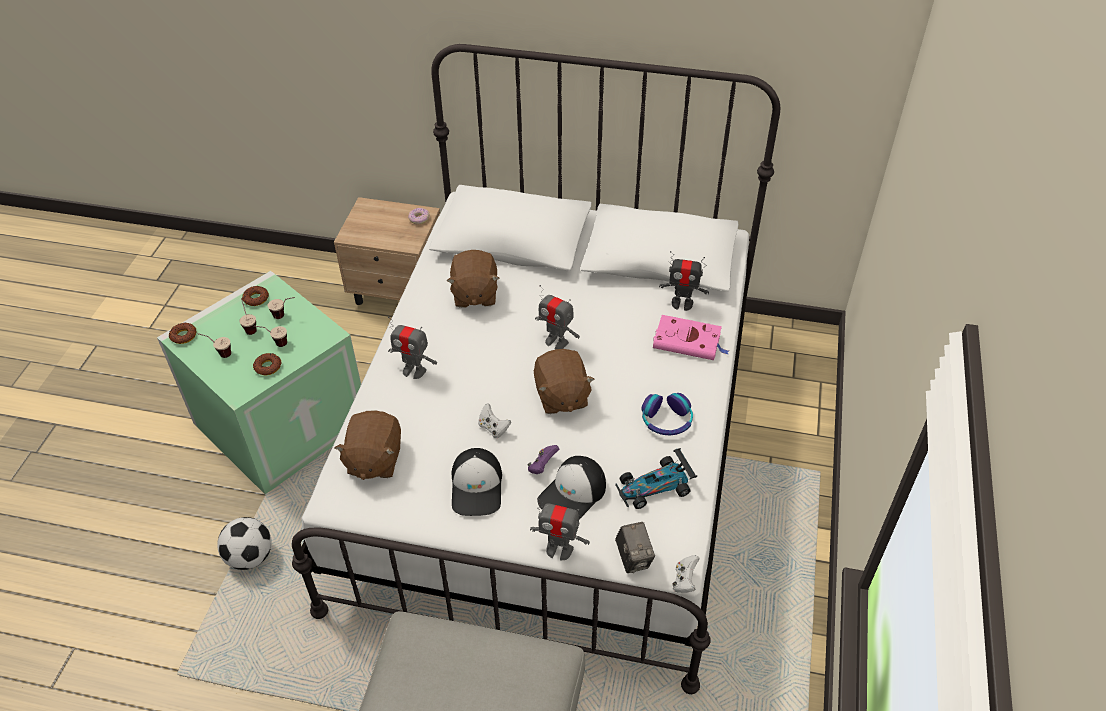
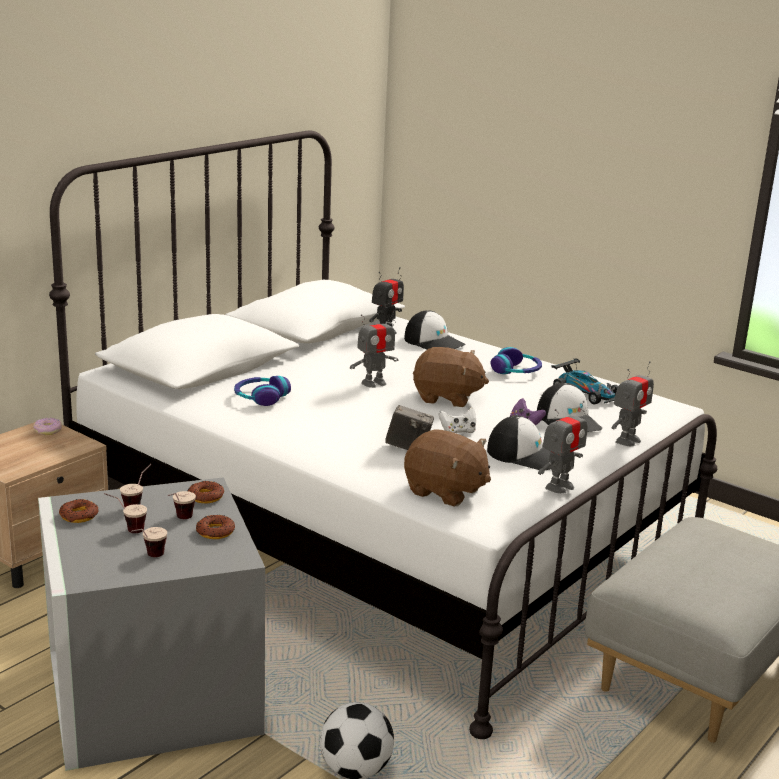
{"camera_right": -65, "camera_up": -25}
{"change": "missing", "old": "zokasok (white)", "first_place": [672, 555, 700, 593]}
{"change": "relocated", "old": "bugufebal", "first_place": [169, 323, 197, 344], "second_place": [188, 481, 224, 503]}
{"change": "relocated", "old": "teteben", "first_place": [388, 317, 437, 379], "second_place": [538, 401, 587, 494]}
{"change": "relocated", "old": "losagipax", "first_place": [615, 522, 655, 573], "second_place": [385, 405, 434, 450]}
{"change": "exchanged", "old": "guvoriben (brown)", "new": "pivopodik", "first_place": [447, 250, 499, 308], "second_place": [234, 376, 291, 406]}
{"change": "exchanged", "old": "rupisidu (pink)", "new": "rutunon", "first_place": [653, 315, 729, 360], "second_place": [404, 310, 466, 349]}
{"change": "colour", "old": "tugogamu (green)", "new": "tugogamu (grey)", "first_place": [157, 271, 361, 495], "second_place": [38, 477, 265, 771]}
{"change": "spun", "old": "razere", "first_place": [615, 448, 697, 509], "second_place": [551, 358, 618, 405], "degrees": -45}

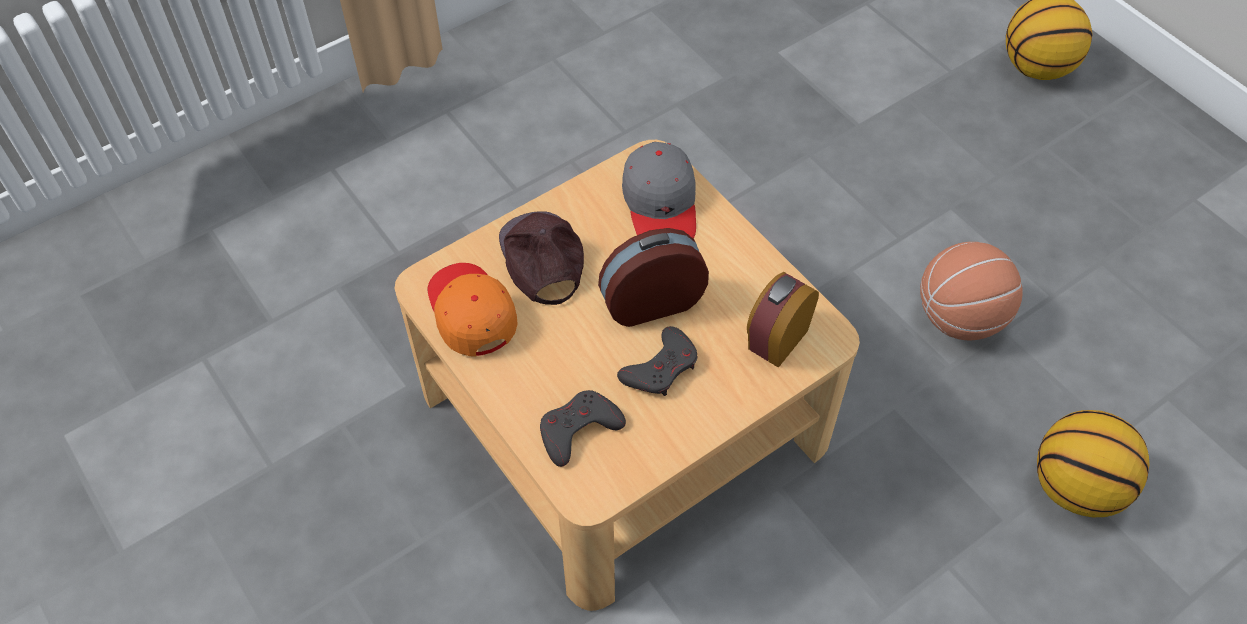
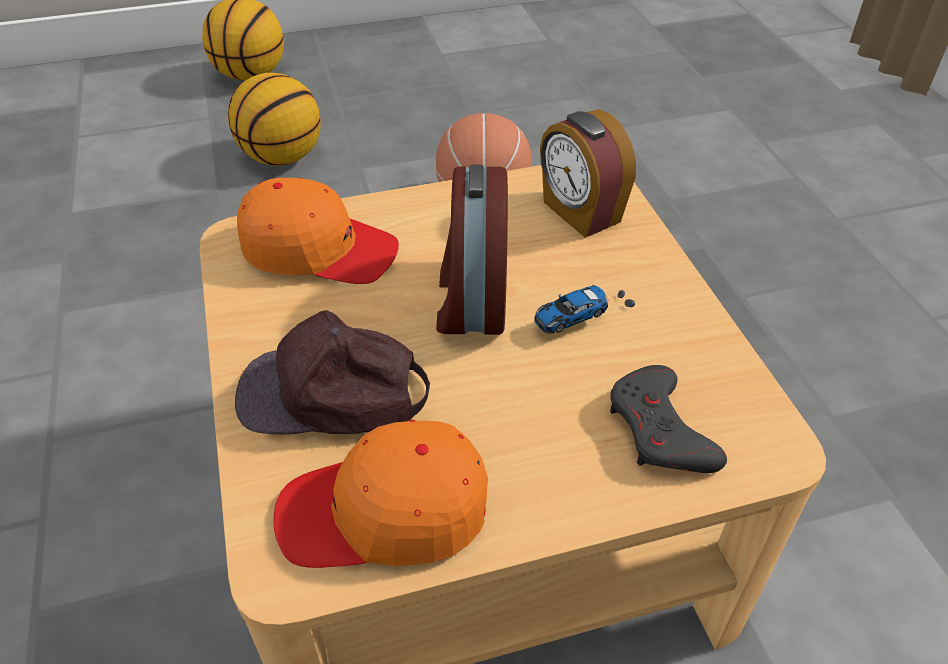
{"camera_right": -70, "camera_up": -10}
{"change": "relocated", "old": "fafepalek", "first_place": [1037, 410, 1149, 517], "second_place": [228, 73, 321, 166]}
{"change": "exchanged", "old": "zokasok (grey)", "new": "razere", "first_place": [617, 326, 698, 396], "second_place": [534, 285, 635, 334]}
{"change": "colour", "old": "rutunon (grey)", "new": "rutunon (orange)", "first_place": [622, 142, 696, 238], "second_place": [237, 178, 399, 284]}

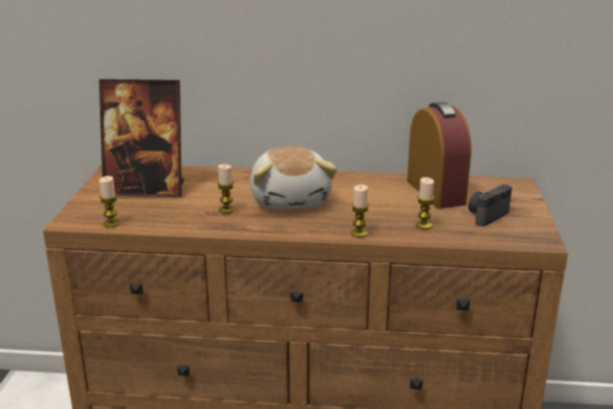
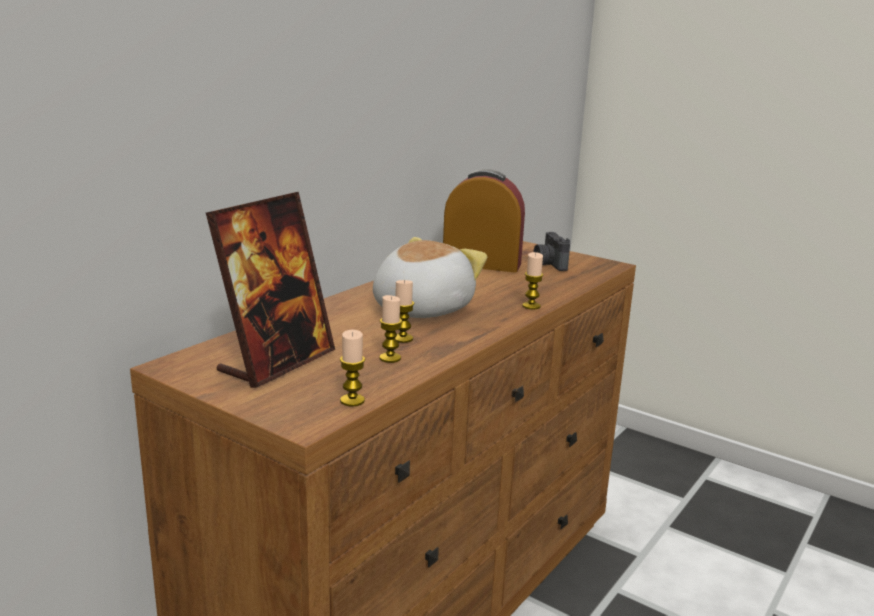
{"camera_right": -60, "camera_up": -5}
{"change": "relocated", "old": "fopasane", "first_place": [416, 177, 435, 229], "second_place": [380, 295, 402, 363]}
{"change": "spun", "old": "guvoriben", "first_place": [250, 146, 337, 210], "second_place": [373, 237, 487, 318], "degrees": -75}

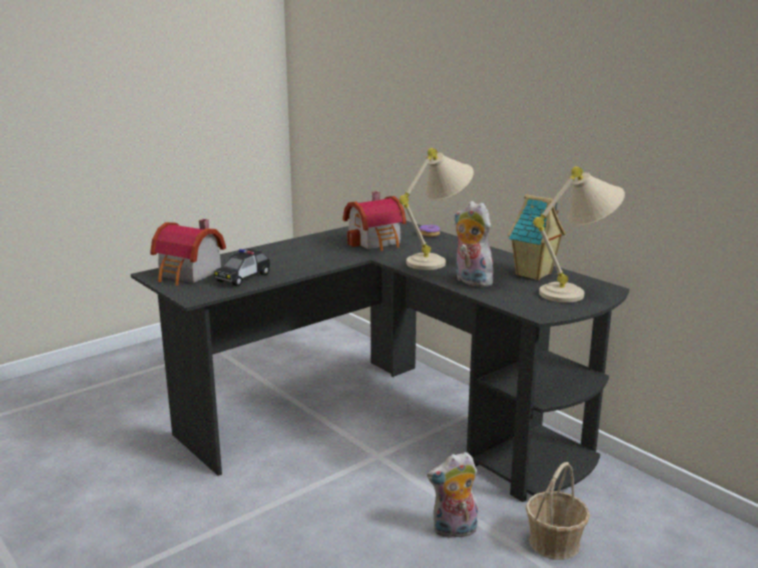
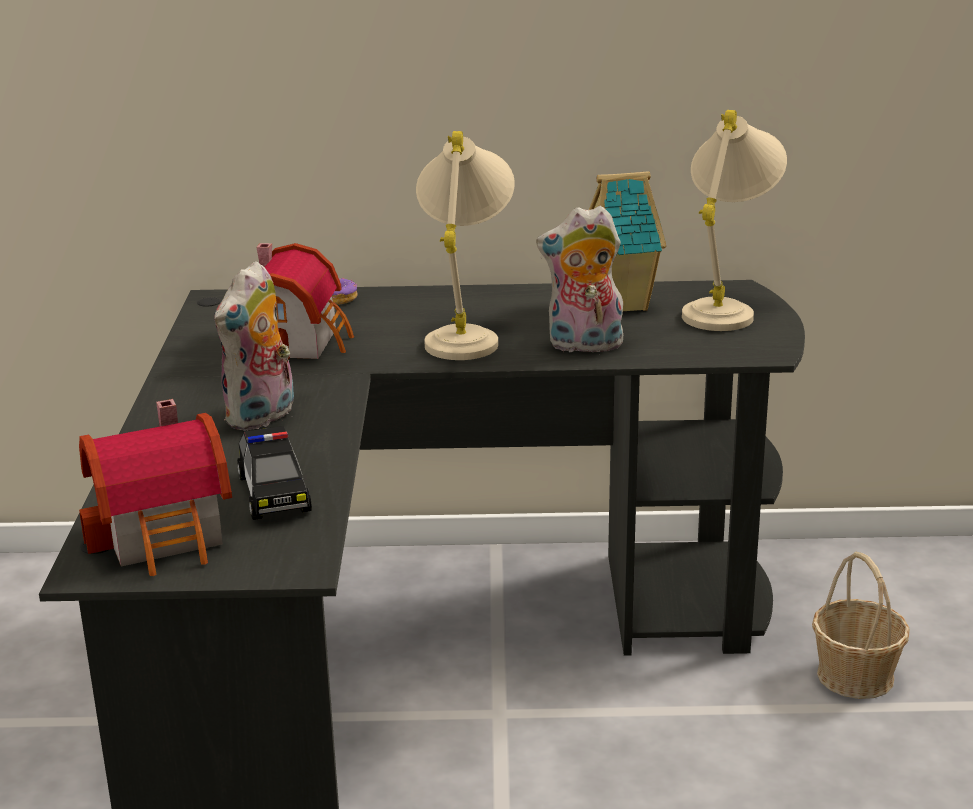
{"camera_right": -50, "camera_up": 5}
{"change": "relocated", "old": "guvoriben", "first_place": [427, 452, 478, 540], "second_place": [214, 261, 294, 431]}

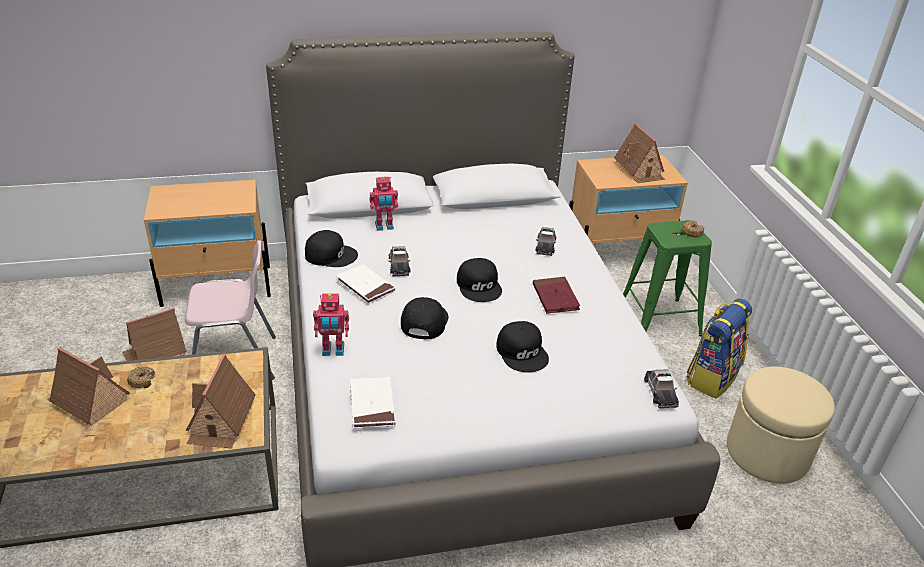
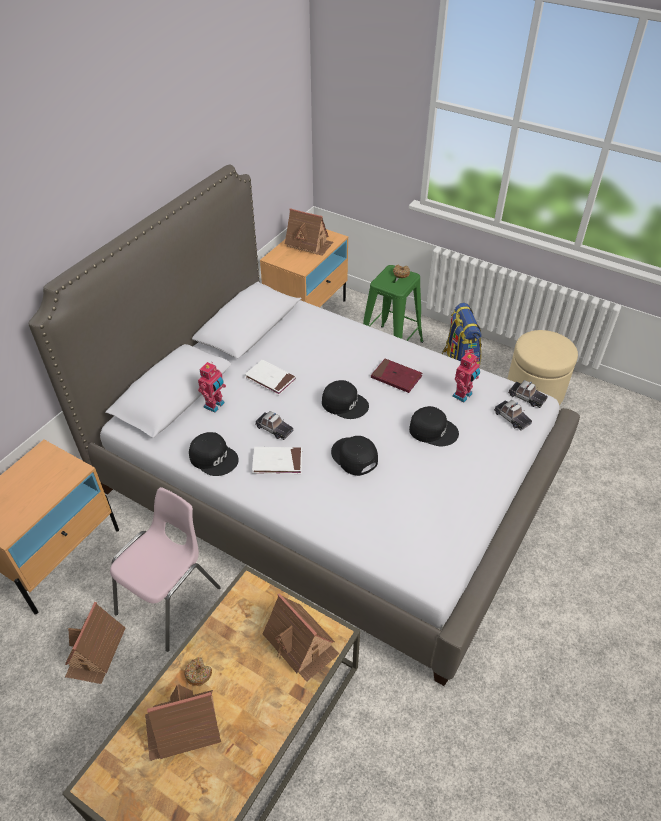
{"camera_right": -45, "camera_up": 10}
{"change": "relocated", "old": "teteben", "first_place": [313, 293, 349, 356], "second_place": [452, 352, 480, 402]}
{"change": "relocated", "old": "rupisidu (white)", "first_place": [350, 377, 396, 429], "second_place": [245, 360, 296, 395]}
{"change": "relocated", "old": "razere", "first_place": [535, 227, 556, 256], "second_place": [494, 400, 532, 430]}
{"change": "spun", "old": "rutunon (black)", "first_place": [305, 230, 358, 267], "second_place": [189, 432, 239, 476], "degrees": 75}

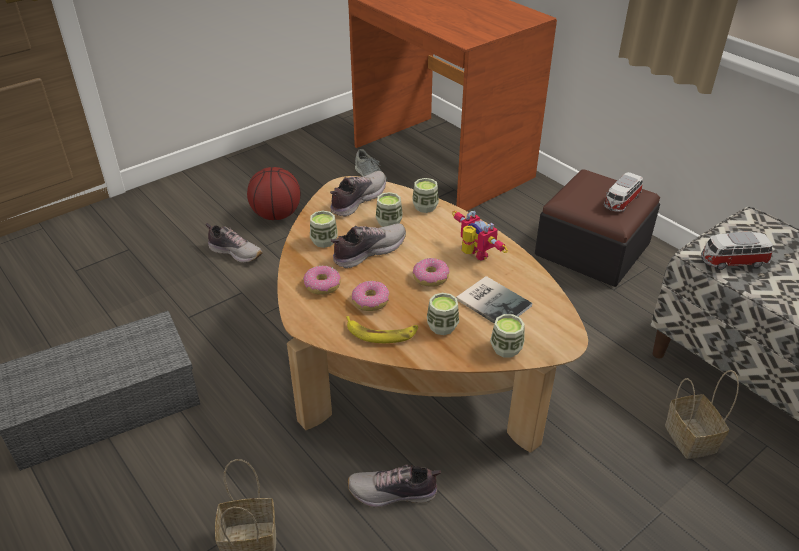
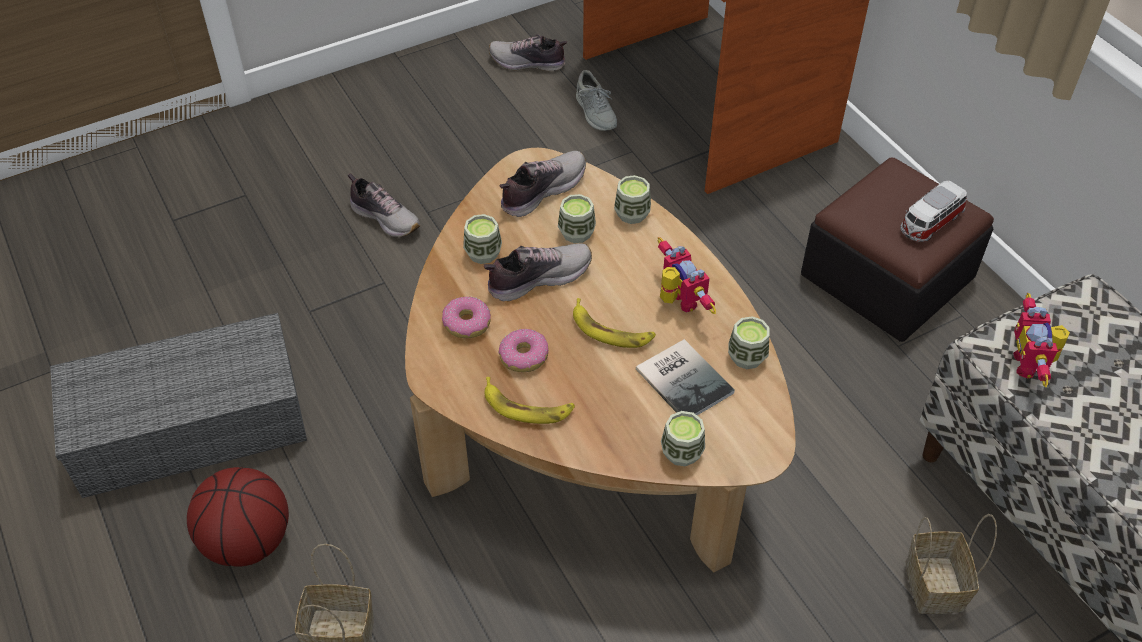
{"camera_right": 10, "camera_up": 10}
{"change": "relocated", "old": "fafepalek", "first_place": [247, 167, 300, 220], "second_place": [187, 467, 289, 567]}
{"change": "relocated", "old": "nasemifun", "first_place": [348, 464, 441, 507], "second_place": [489, 34, 567, 71]}
{"change": "relocated", "old": "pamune", "first_place": [427, 293, 459, 335], "second_place": [728, 316, 770, 369]}
{"change": "exchanged", "old": "bugufebal", "new": "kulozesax", "first_place": [413, 258, 449, 287], "second_place": [573, 298, 656, 348]}
{"change": "exchanged", "old": "razere", "new": "teteben", "first_place": [701, 232, 773, 270], "second_place": [1013, 293, 1070, 387]}

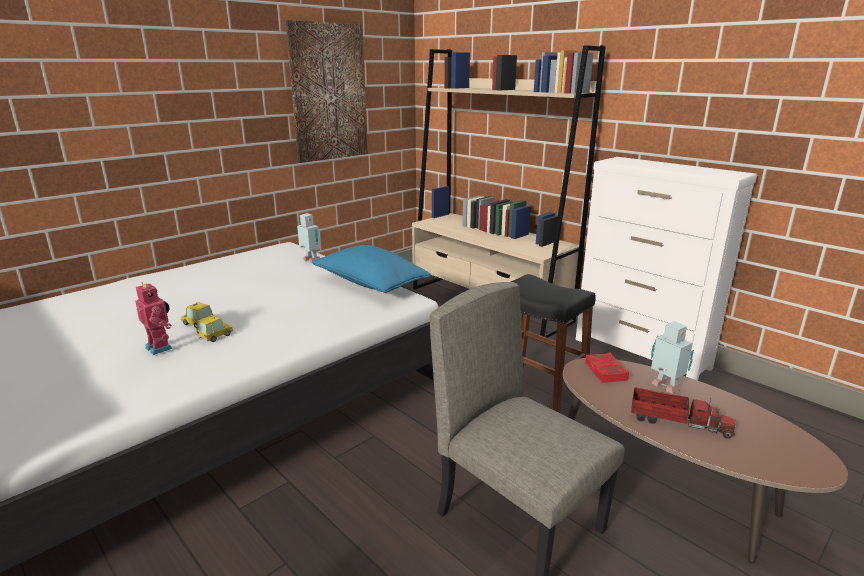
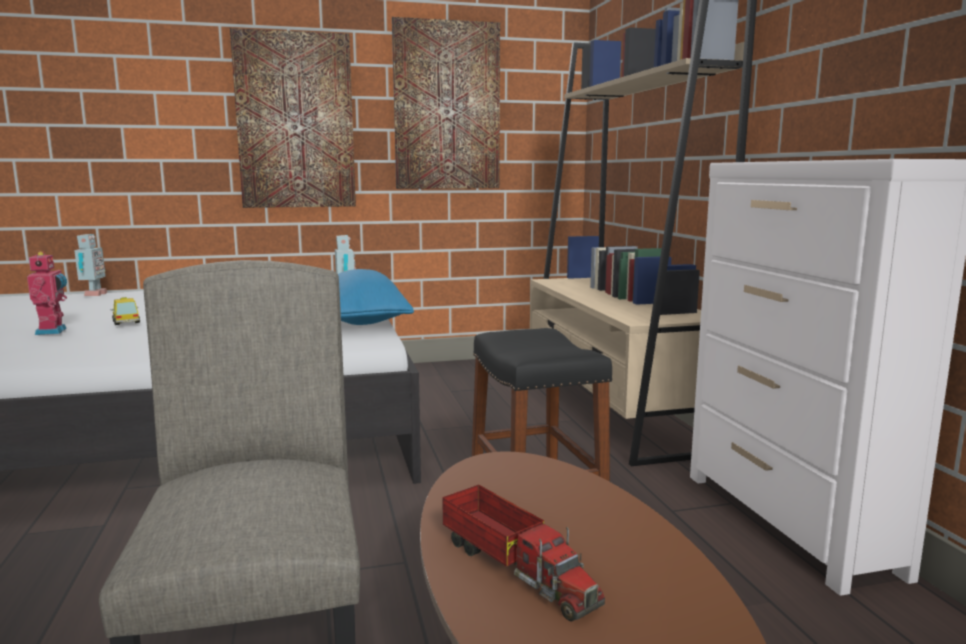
{"camera_right": 30, "camera_up": -10}
{"change": "missing", "old": "razere", "first_place": [196, 315, 233, 342]}
{"change": "missing", "old": "rupisidu (red)", "first_place": [585, 353, 629, 383]}
{"change": "appeared", "new": "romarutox", "second_place": [230, 28, 356, 208]}
{"change": "relocated", "old": "teteben", "first_place": [651, 321, 694, 394], "second_place": [74, 234, 108, 296]}

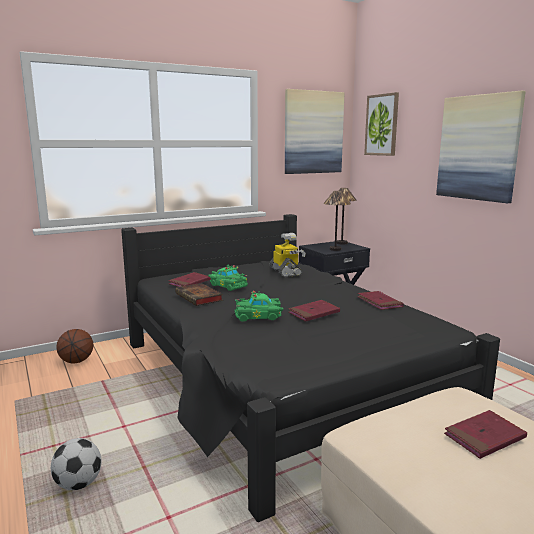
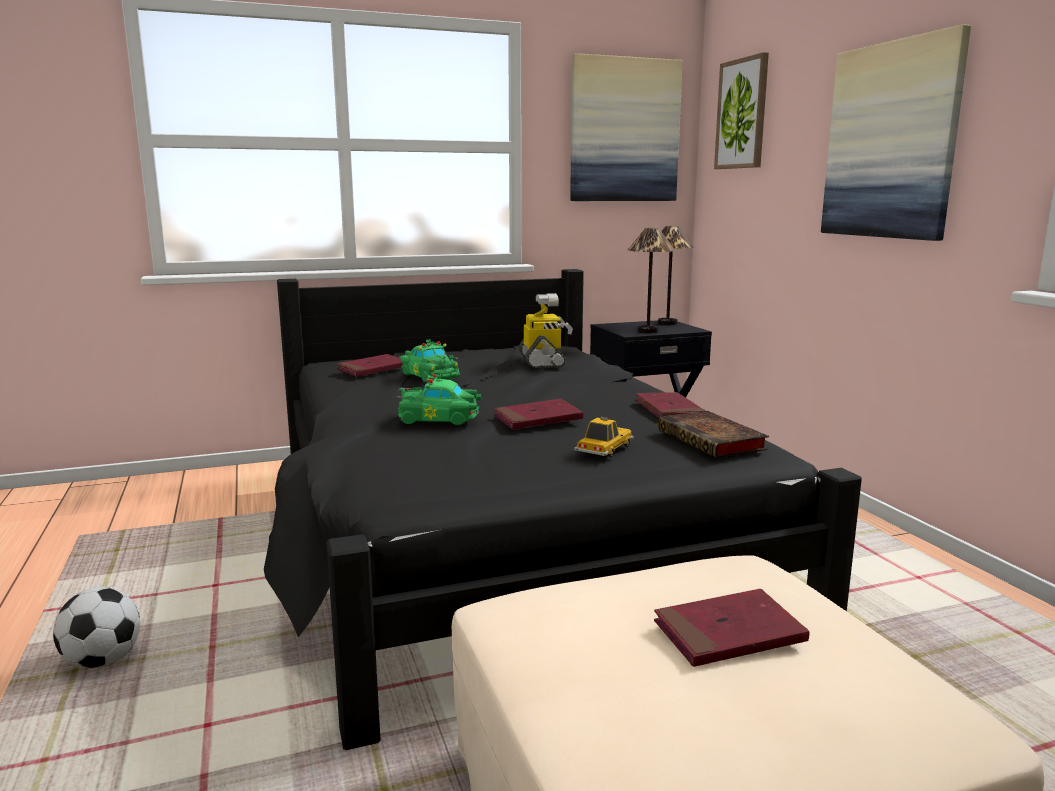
{"camera_right": 10, "camera_up": 0}
{"change": "missing", "old": "fafepalek", "first_place": [56, 329, 93, 363]}
{"change": "appeared", "new": "razere", "second_place": [574, 417, 634, 458]}
{"change": "relocated", "old": "rupisidu", "first_place": [175, 283, 223, 306], "second_place": [658, 411, 769, 458]}

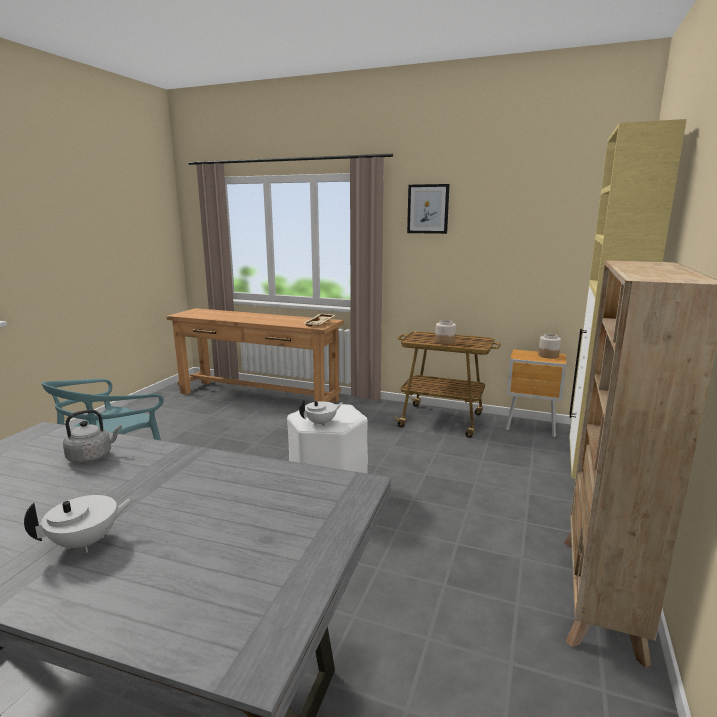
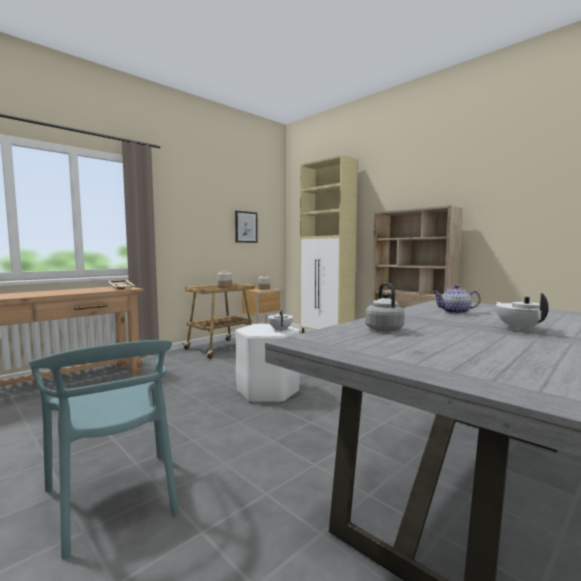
{"camera_right": -65, "camera_up": -10}
{"change": "appeared", "new": "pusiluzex", "second_place": [432, 285, 481, 314]}
{"change": "relocated", "old": "romarutox", "first_place": [407, 184, 450, 234], "second_place": [235, 211, 258, 243]}

